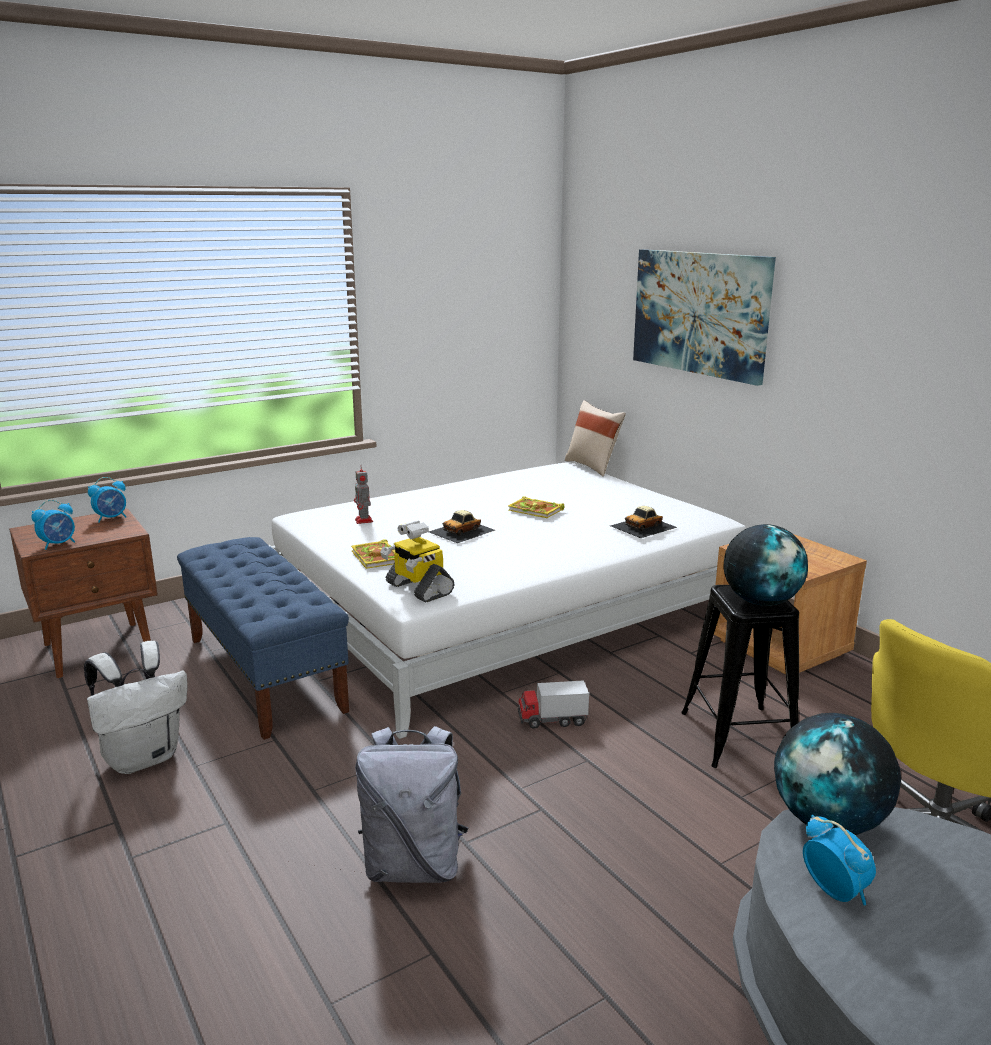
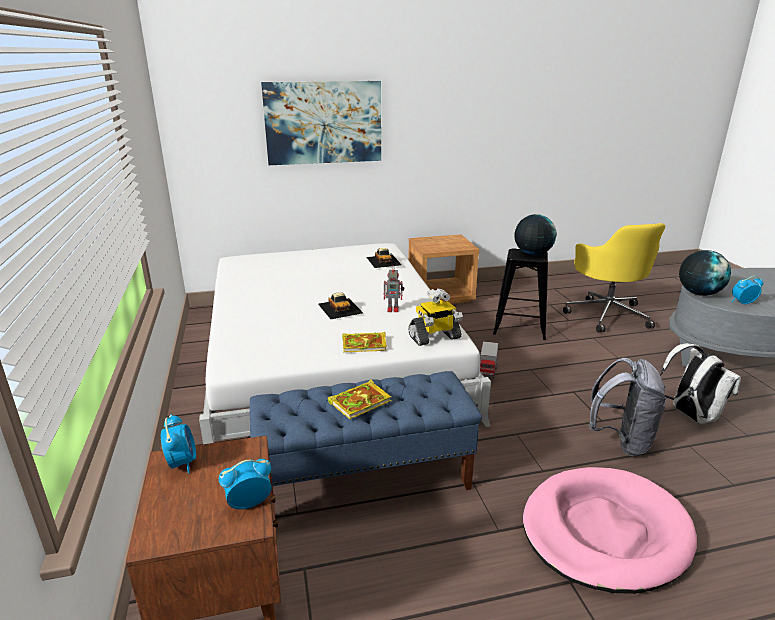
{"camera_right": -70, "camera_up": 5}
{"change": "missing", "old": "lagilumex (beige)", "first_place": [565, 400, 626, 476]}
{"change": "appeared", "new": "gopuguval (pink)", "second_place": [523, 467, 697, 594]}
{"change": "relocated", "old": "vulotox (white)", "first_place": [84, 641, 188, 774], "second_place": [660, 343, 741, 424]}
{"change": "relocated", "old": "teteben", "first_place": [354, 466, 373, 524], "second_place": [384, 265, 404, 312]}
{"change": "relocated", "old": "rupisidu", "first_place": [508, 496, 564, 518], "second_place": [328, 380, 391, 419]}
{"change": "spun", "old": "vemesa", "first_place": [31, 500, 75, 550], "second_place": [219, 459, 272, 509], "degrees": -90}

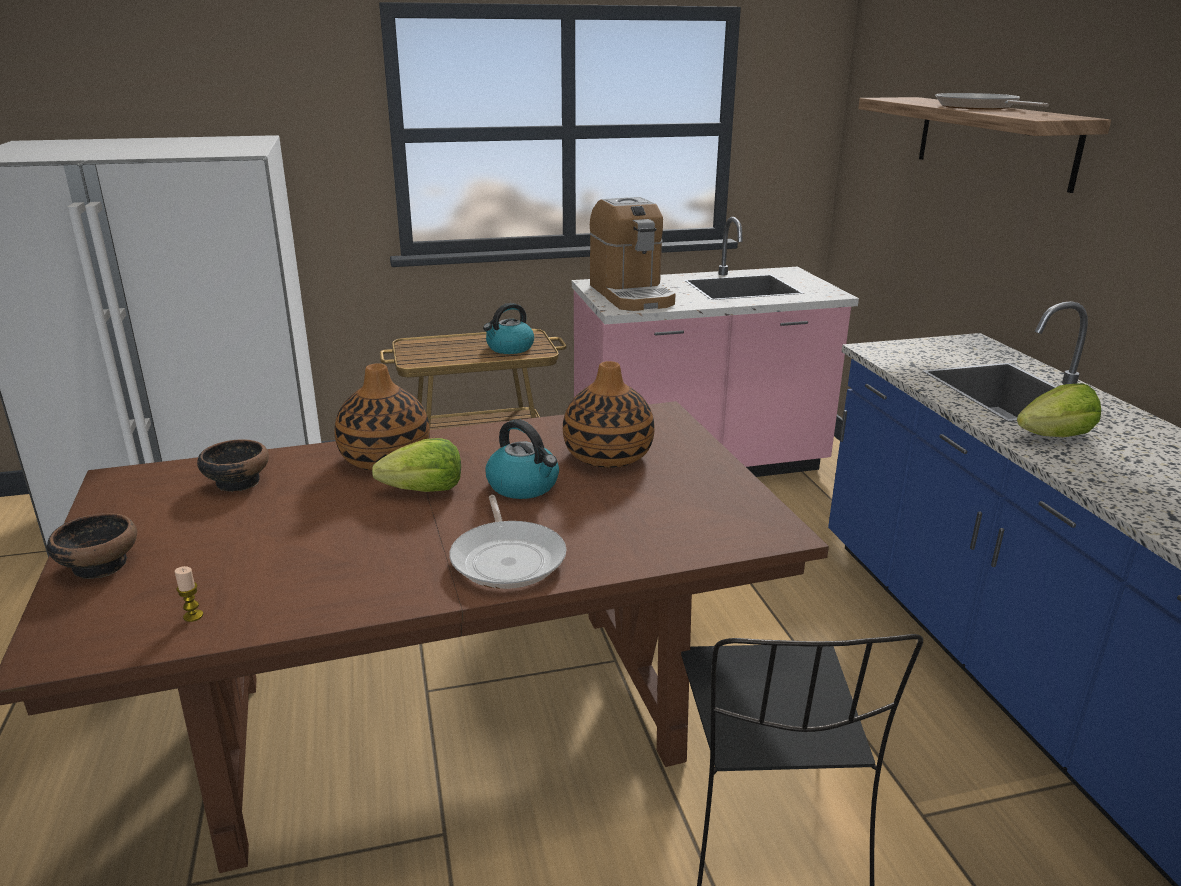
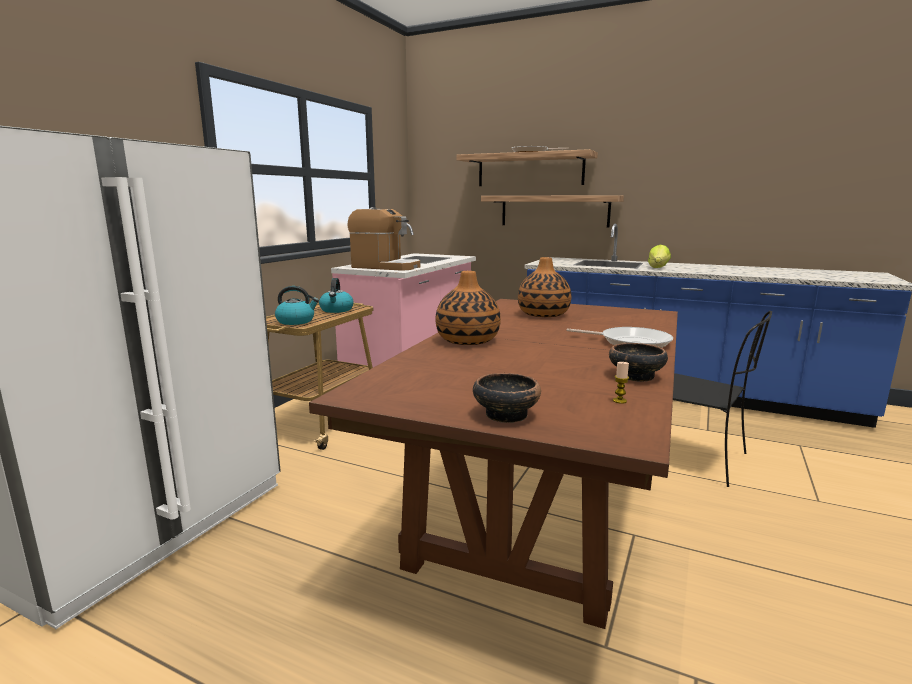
{"camera_right": -50, "camera_up": -10}
{"change": "missing", "old": "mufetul", "first_place": [372, 438, 461, 492]}
{"change": "appeared", "new": "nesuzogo", "second_place": [481, 195, 624, 227]}
{"change": "relocated", "old": "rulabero", "first_place": [197, 439, 269, 492], "second_place": [609, 343, 668, 382]}
{"change": "relocated", "old": "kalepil", "first_place": [485, 419, 559, 499], "second_place": [275, 286, 319, 325]}

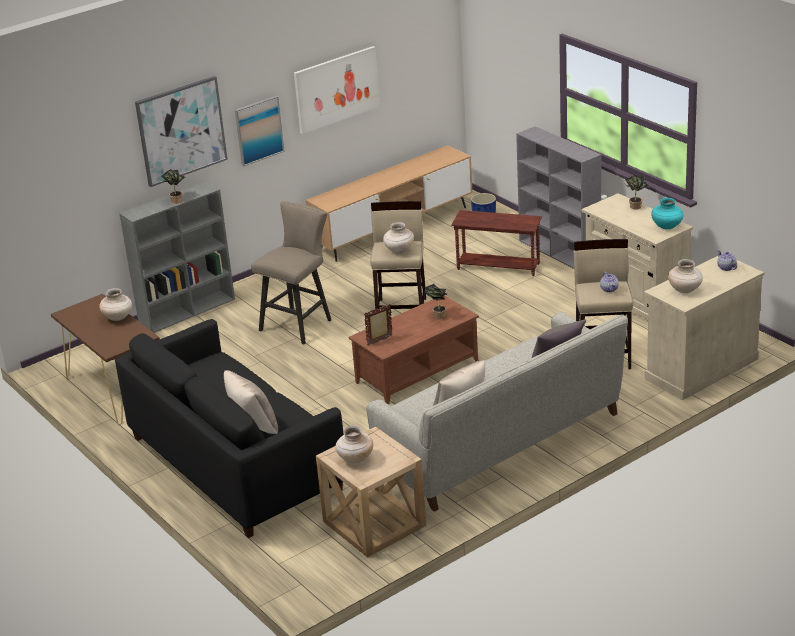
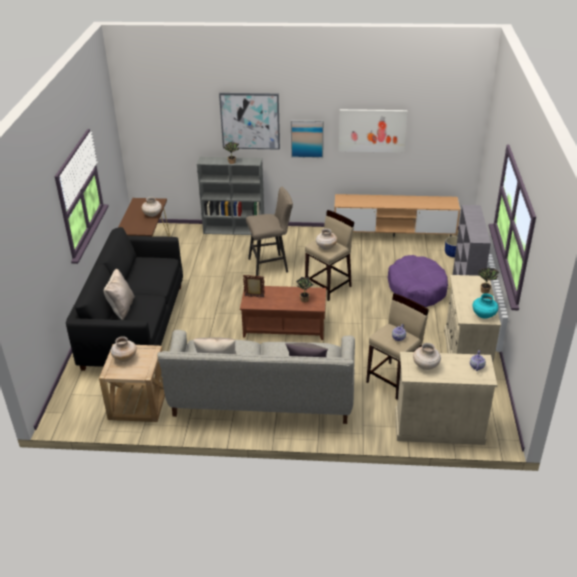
{"camera_right": 40, "camera_up": 5}
{"change": "exchanged", "old": "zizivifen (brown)", "new": "gopuguval (purple)", "first_place": [451, 210, 542, 276], "second_place": [388, 255, 448, 307]}

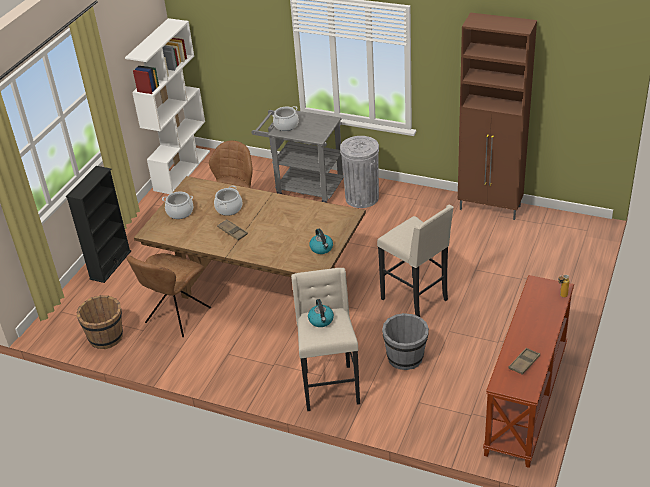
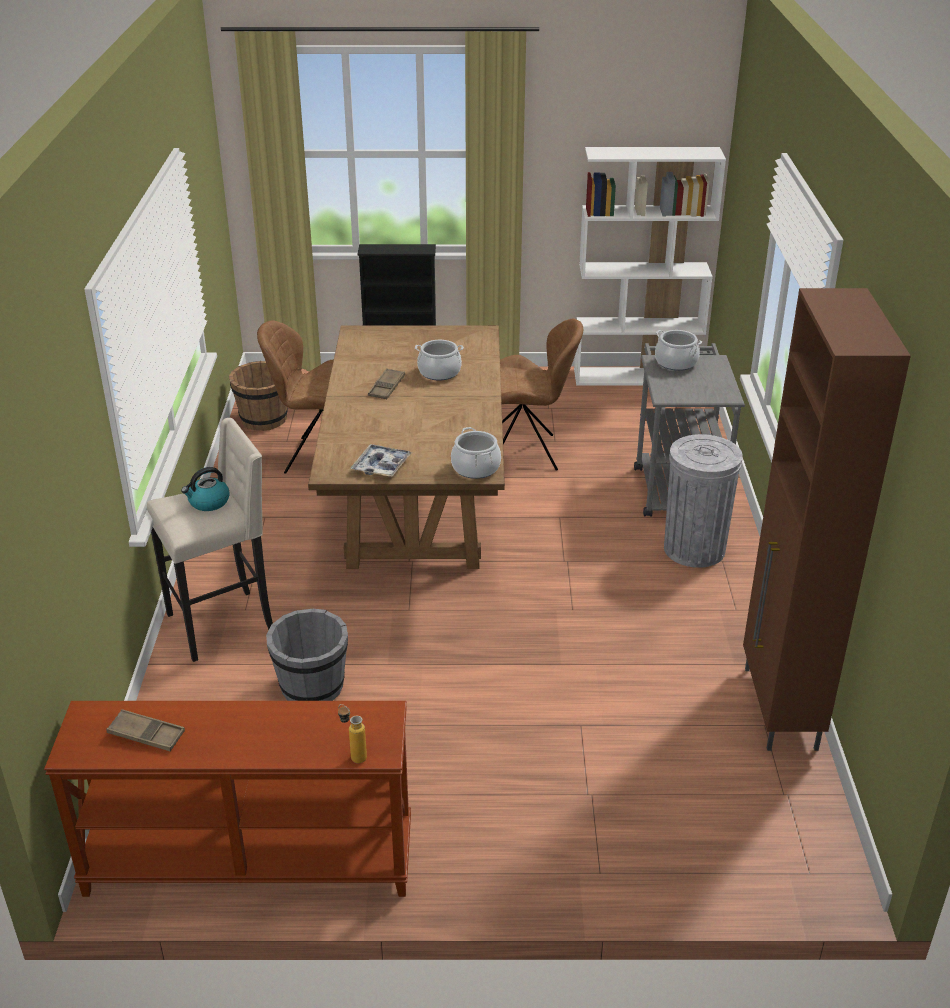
{"camera_right": 65, "camera_up": -5}
{"change": "missing", "old": "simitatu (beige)", "first_place": [377, 205, 454, 317]}
{"change": "relocated", "old": "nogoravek", "first_place": [162, 191, 193, 219], "second_place": [451, 427, 501, 479]}
{"change": "exchanged", "old": "kalepil", "new": "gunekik", "first_place": [309, 229, 333, 254], "second_place": [351, 444, 412, 477]}

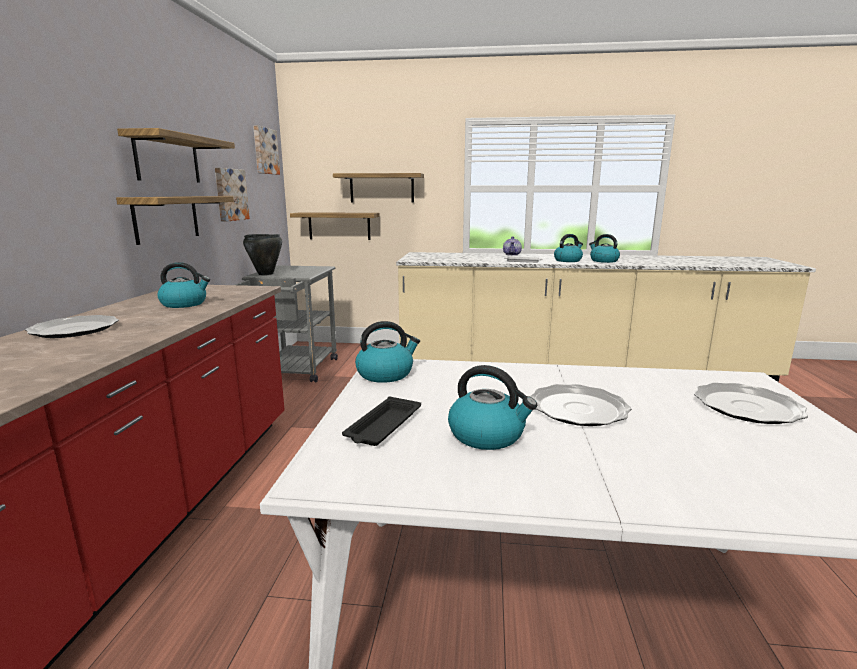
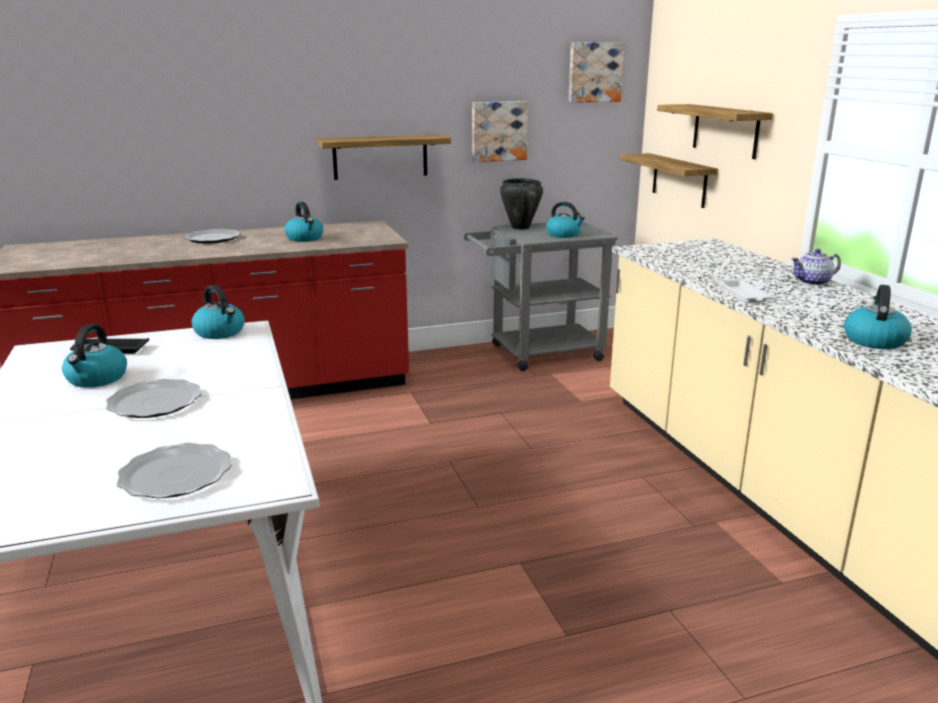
{"camera_right": 65, "camera_up": 5}
{"change": "missing", "old": "nesuzogo", "first_place": [117, 128, 235, 183]}
{"change": "relocated", "old": "kalepil", "first_place": [554, 234, 583, 262], "second_place": [546, 202, 585, 238]}

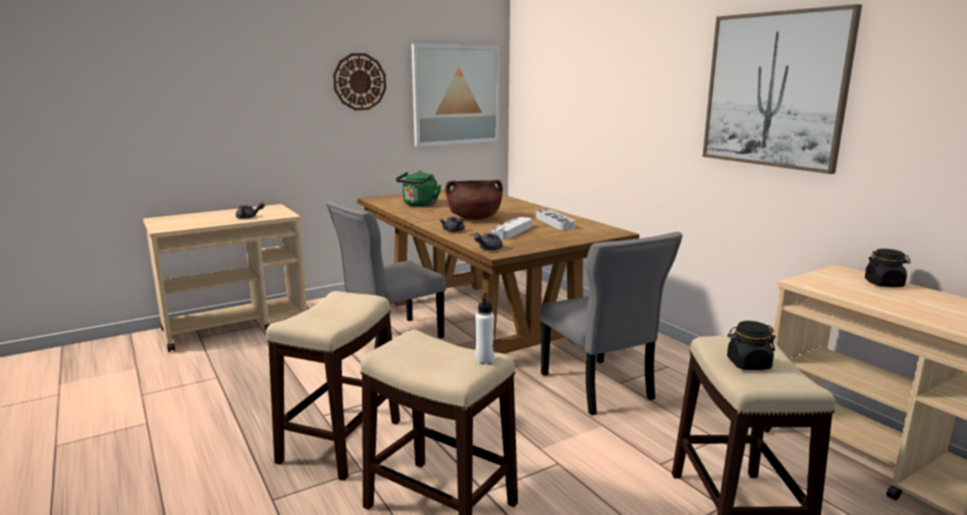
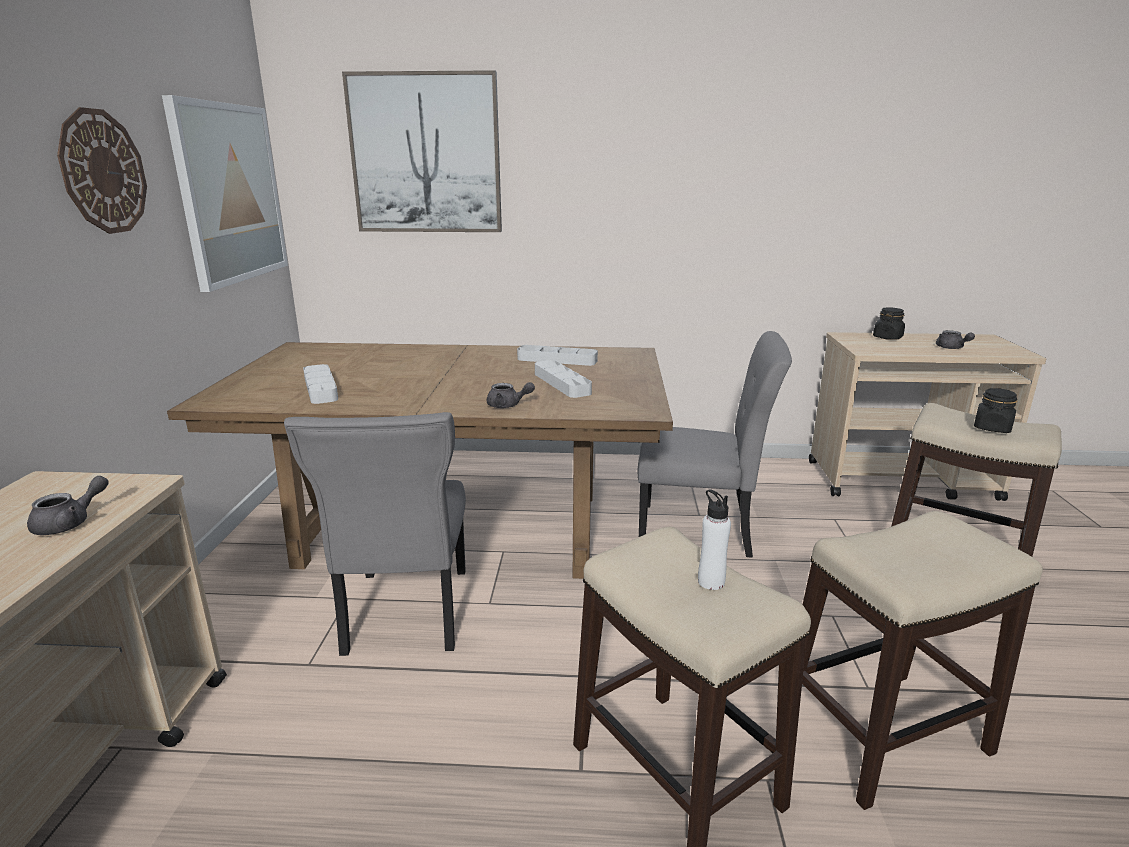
{"camera_right": -55, "camera_up": 5}
{"change": "missing", "old": "nogoravek (brown)", "first_place": [445, 179, 503, 220]}
{"change": "relocated", "old": "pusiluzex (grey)", "first_place": [474, 233, 503, 250], "second_place": [936, 330, 975, 349]}
{"change": "relocated", "old": "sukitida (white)", "first_place": [476, 293, 494, 364], "second_place": [698, 489, 731, 590]}
{"change": "relocated", "old": "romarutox", "first_place": [703, 4, 862, 174], "second_place": [342, 70, 502, 232]}
{"change": "exchanged", "old": "kalepil (green)", "new": "gunekik (grey)", "first_place": [396, 171, 441, 207], "second_place": [303, 364, 338, 404]}

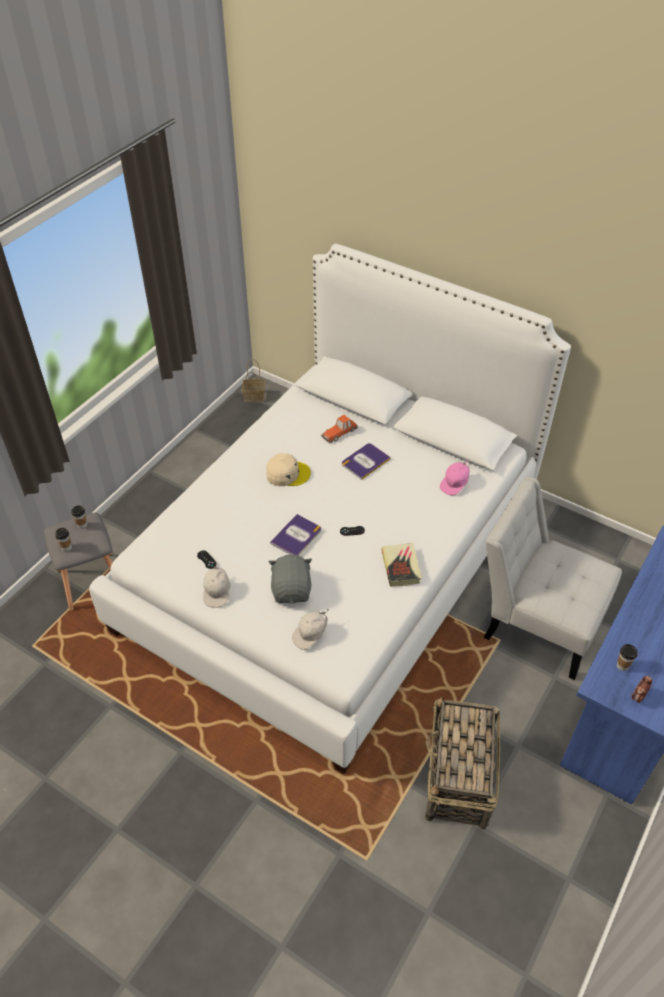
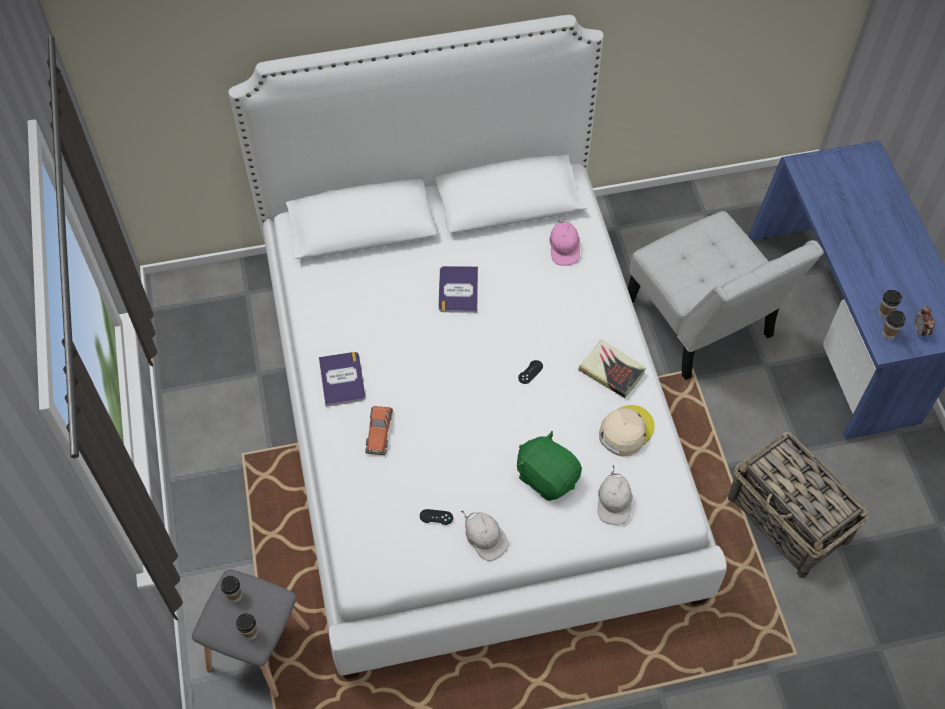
{"camera_right": -45, "camera_up": 10}
{"change": "missing", "old": "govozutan", "first_place": [242, 359, 265, 403]}
{"change": "appeared", "new": "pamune", "second_place": [882, 310, 905, 340]}
{"change": "relocated", "old": "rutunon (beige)", "first_place": [266, 453, 311, 486], "second_place": [599, 405, 655, 457]}
{"change": "relocated", "old": "rupisidu", "first_place": [270, 514, 321, 556], "second_place": [319, 352, 365, 407]}
{"change": "relocated", "old": "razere", "first_place": [321, 415, 358, 443], "second_place": [365, 406, 393, 455]}
{"change": "colour", "old": "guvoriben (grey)", "new": "guvoriben (green)", "first_place": [268, 555, 312, 603], "second_place": [517, 431, 582, 501]}
{"change": "spun", "old": "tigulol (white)", "first_place": [483, 476, 622, 680], "second_place": [628, 211, 824, 380], "degrees": -105}

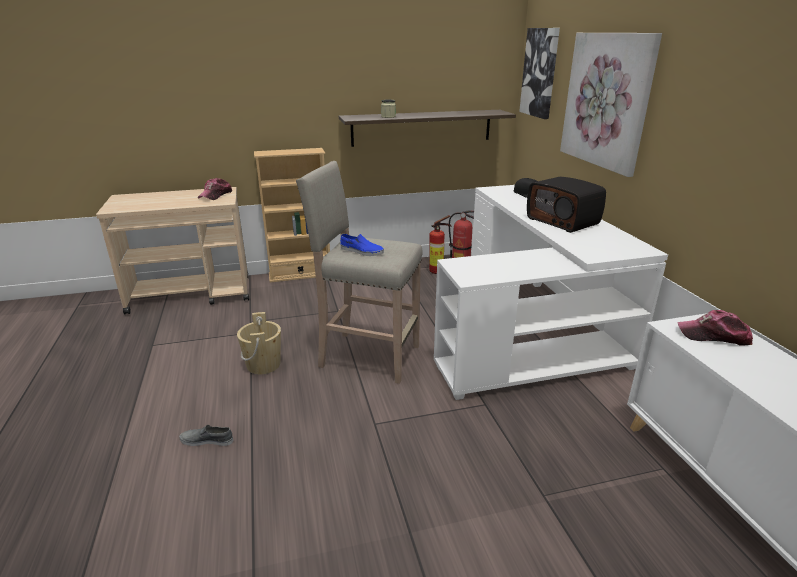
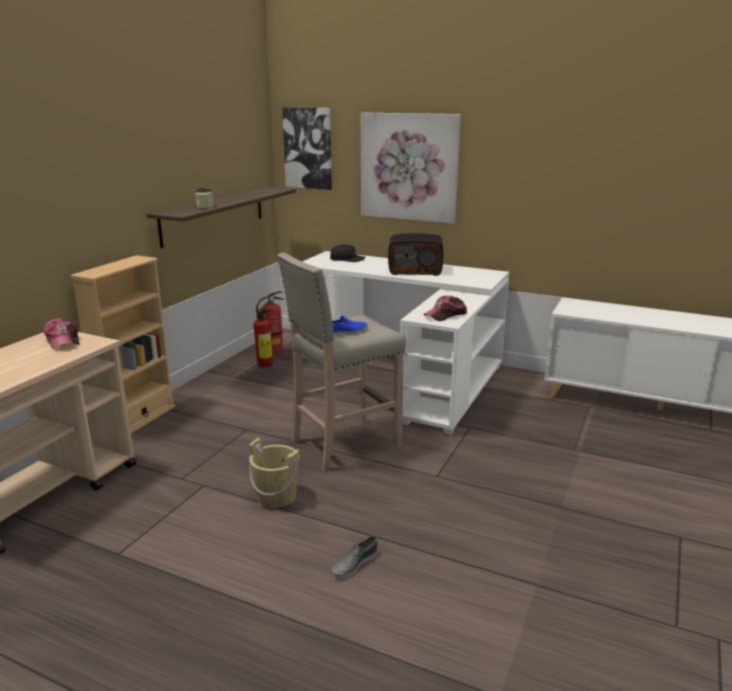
{"camera_right": -50, "camera_up": -5}
{"change": "relocated", "old": "rutunon", "first_place": [677, 310, 753, 346], "second_place": [423, 296, 467, 321]}

